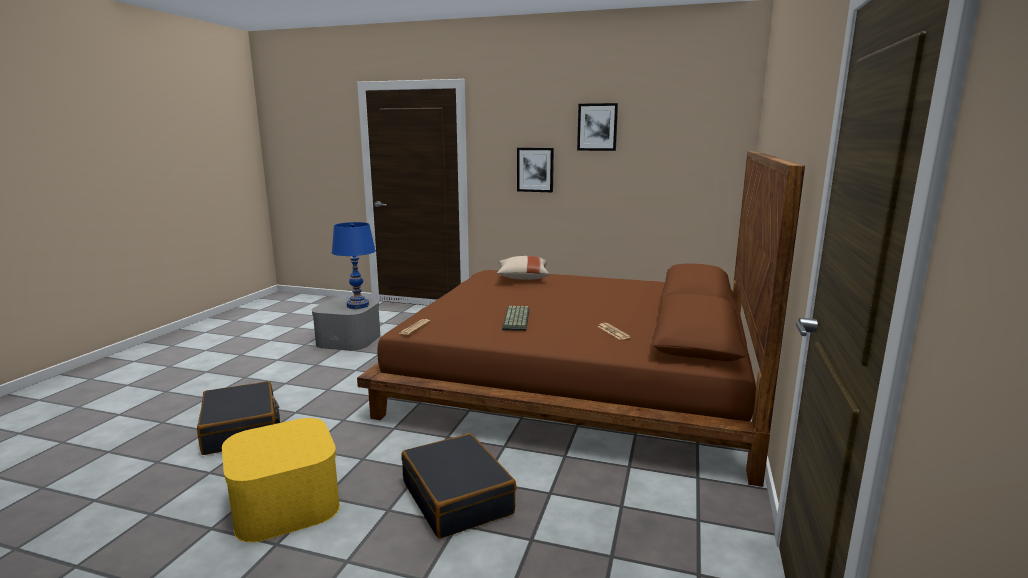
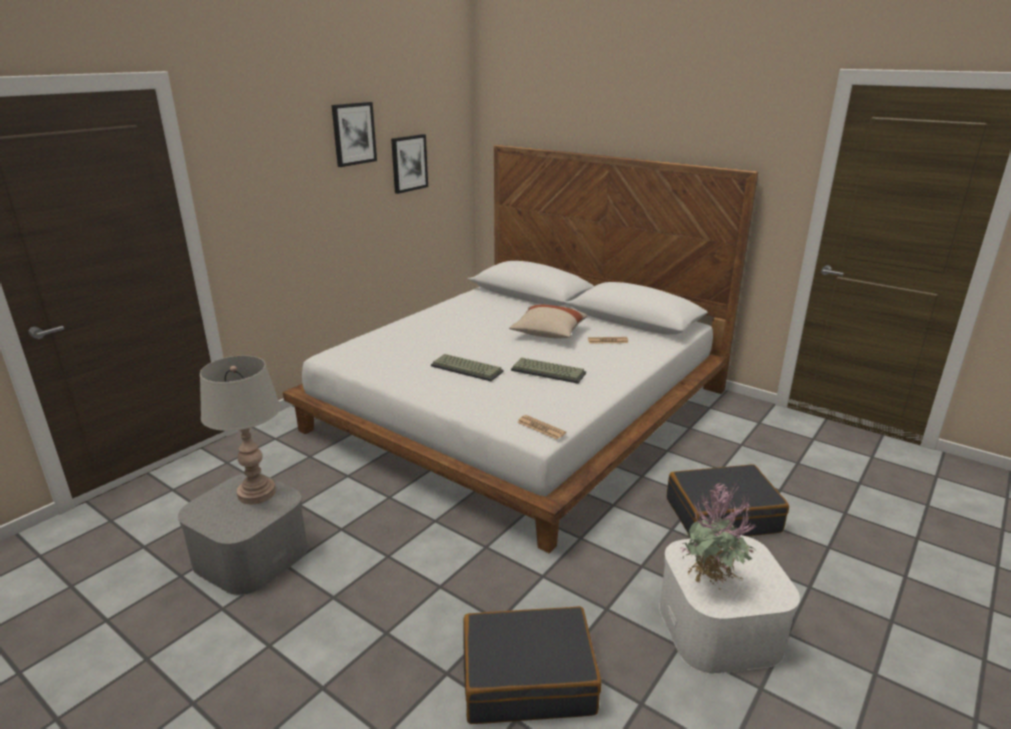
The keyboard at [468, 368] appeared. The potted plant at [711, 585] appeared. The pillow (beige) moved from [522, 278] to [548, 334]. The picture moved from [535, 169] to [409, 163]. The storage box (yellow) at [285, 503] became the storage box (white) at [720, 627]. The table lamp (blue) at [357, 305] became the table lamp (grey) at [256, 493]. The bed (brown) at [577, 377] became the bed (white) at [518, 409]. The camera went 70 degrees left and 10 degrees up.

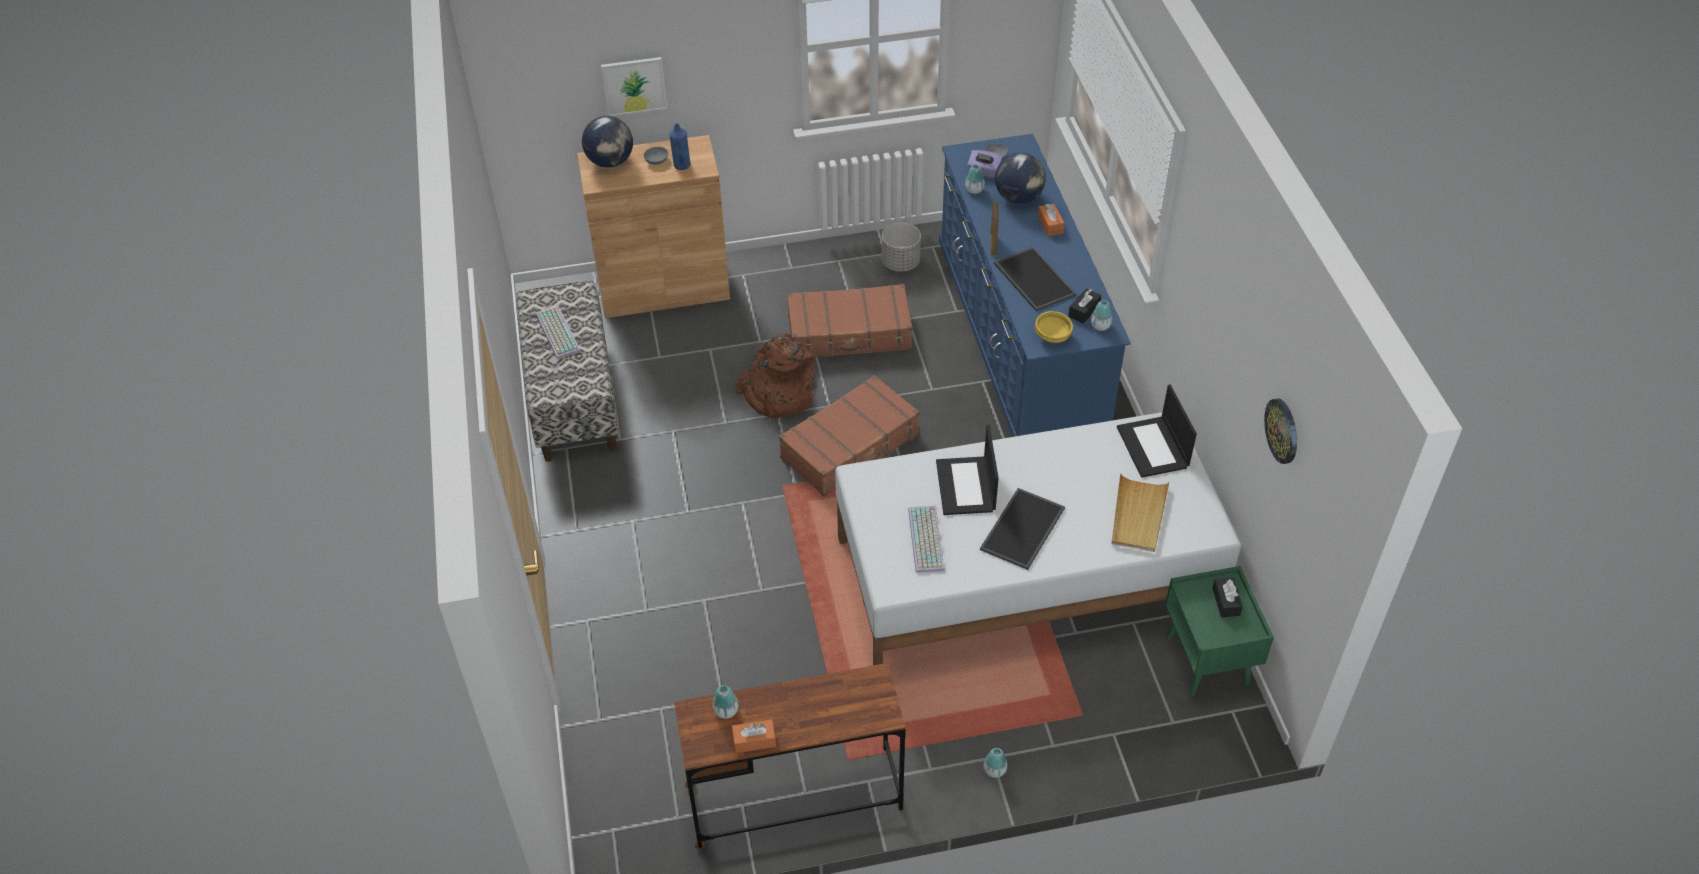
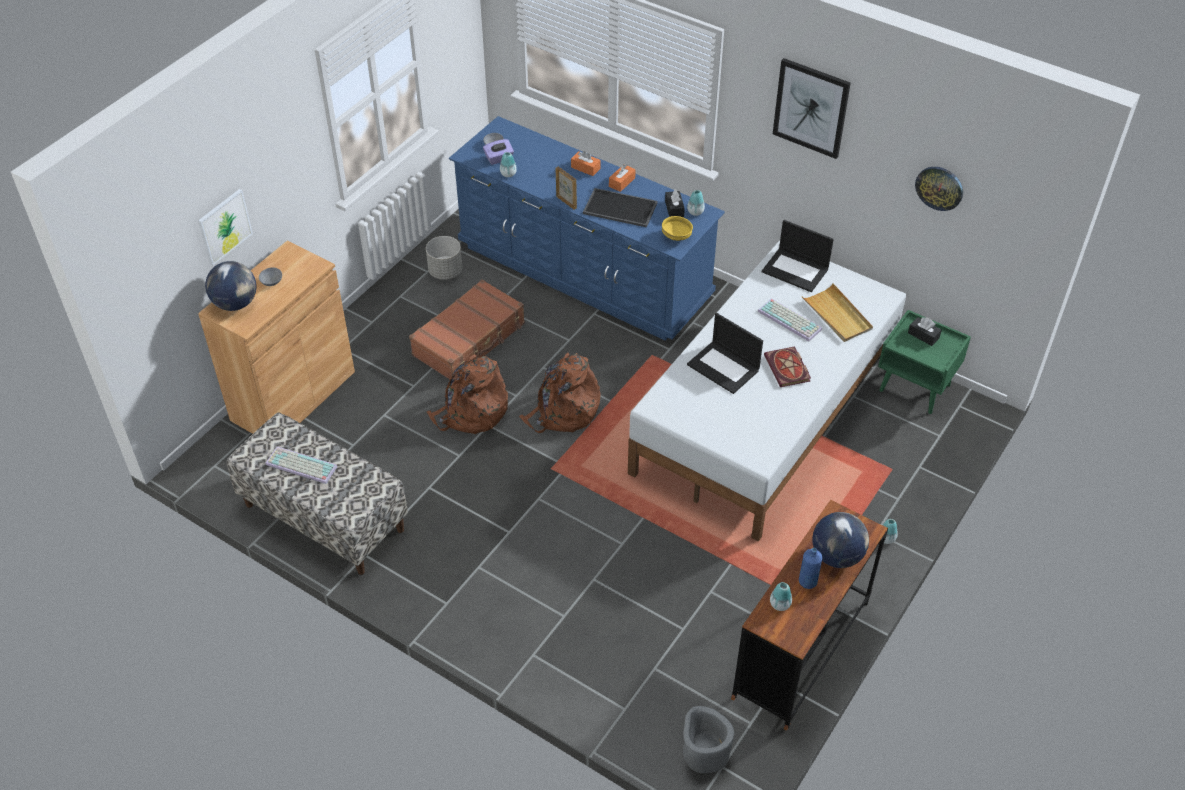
The planter (grey) at [704, 753] appeared. The picture at [811, 108] appeared. The bottle (blue) moved from [681, 165] to [807, 582]. The tissue box (orange) moved from [754, 741] to [622, 182]. The keyboard moved from [927, 540] to [791, 320]. The globe moved from [1019, 198] to [837, 556]. The suitcase (brown) at [851, 446] was replaced by the backpack (brown) at [563, 411]. The tray at [1023, 530] was replaced by the book at [788, 369]. The camera went 45 degrees left and 0 degrees up.

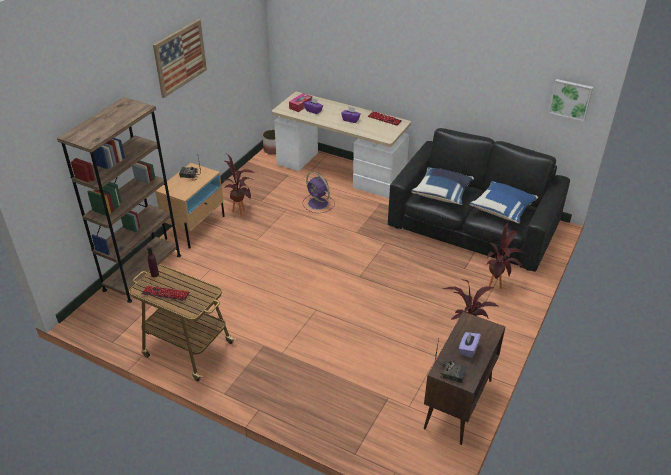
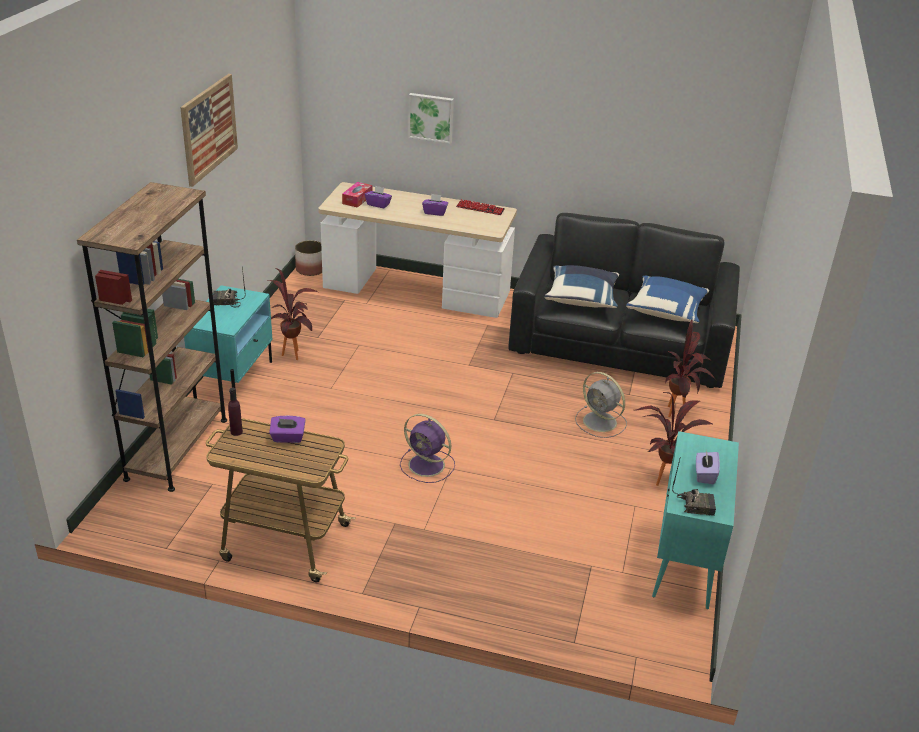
The keyboard at [165, 294] disappeared. The tissue box (purple) at [288, 438] appeared. The fan (grey) at [601, 422] appeared. The fan (purple) moved from [318, 204] to [428, 465]. The picture moved from [570, 99] to [431, 117]. The nightstand (beige) at [195, 227] became the nightstand (turquoise) at [234, 380]. The cabinet (brown) at [458, 405] became the cabinet (turquoise) at [685, 561]. The camera went 15 degrees left and 5 degrees down.

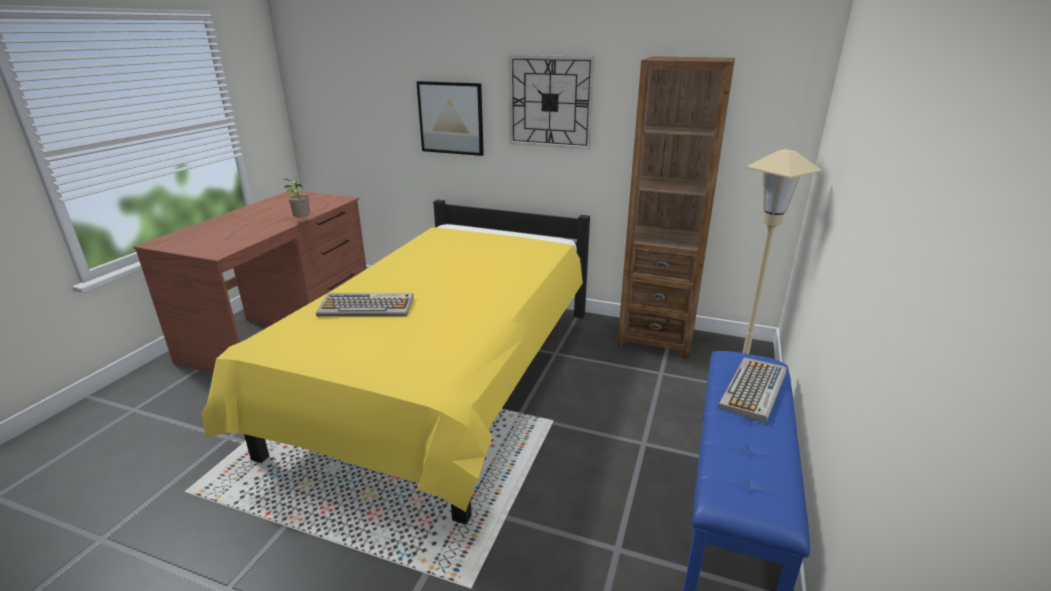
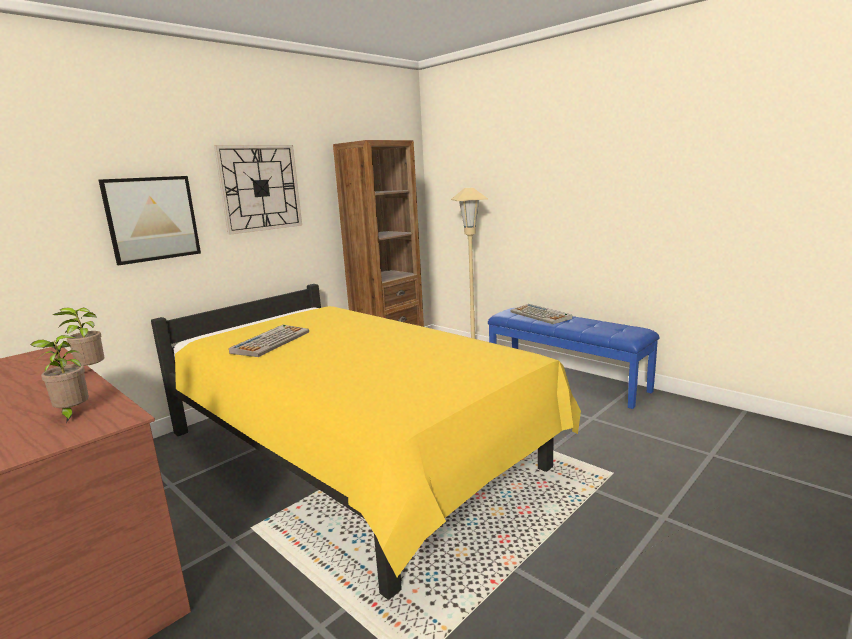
The potted plant at [72, 415] appeared. The keyboard moved from [367, 307] to [271, 342]. The camera went 65 degrees left and 10 degrees down.

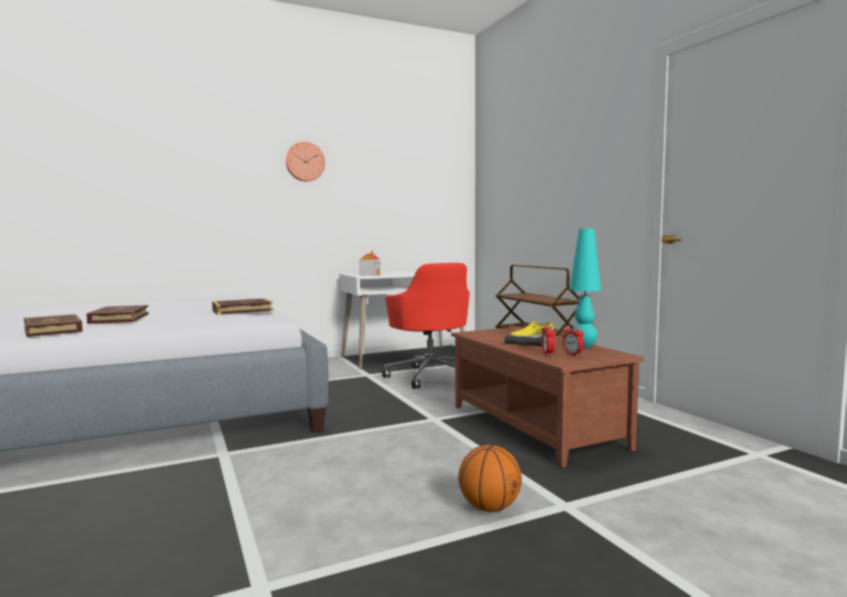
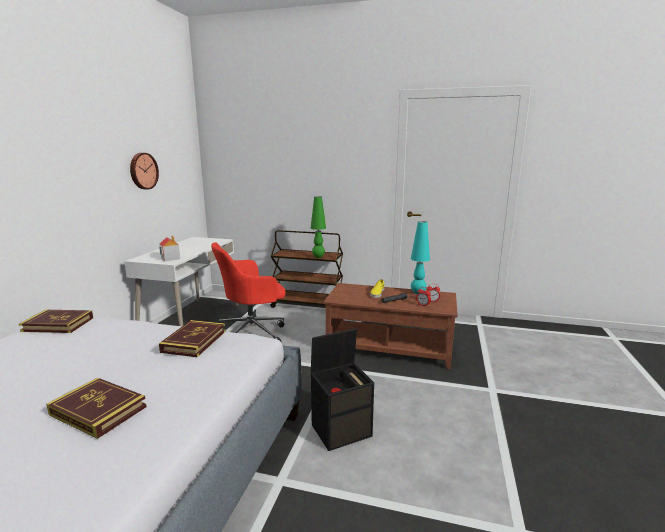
The basketball at [489, 508] disappeared. The table lamp (green) at [318, 257] appeared. The storage box (black) at [342, 429] appeared. The book moved from [53, 330] to [58, 324]. The wall clock moved from [304, 162] to [143, 171]. The office chair (red) at [430, 376] turned 135 degrees clockwise. The camera went 50 degrees left and 10 degrees up.

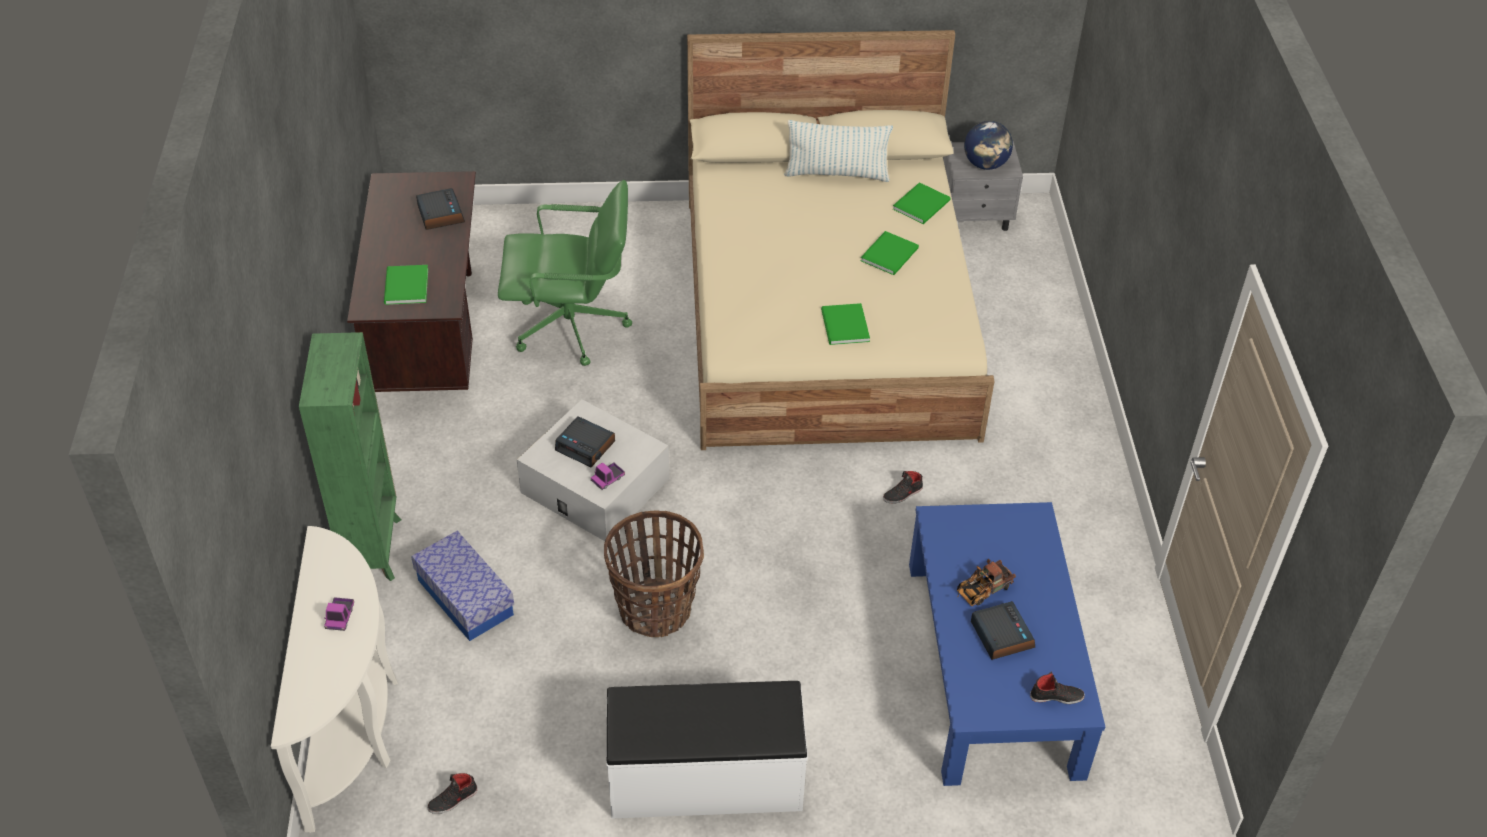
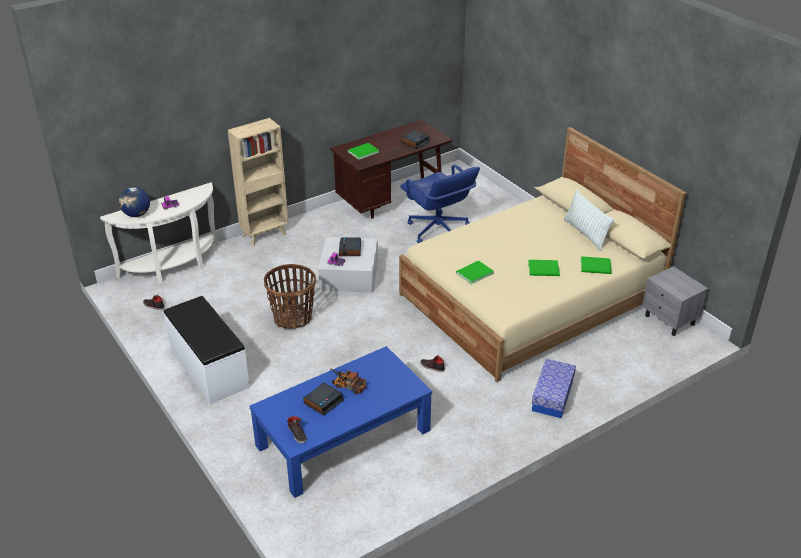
The storage box moved from [465, 597] to [552, 396]. The globe moved from [985, 164] to [137, 214]. The bookcase (green) at [373, 547] became the bookcase (beige) at [265, 235]. The office chair (green) at [572, 327] became the office chair (blue) at [438, 231]. The camera went 60 degrees right and 10 degrees down.

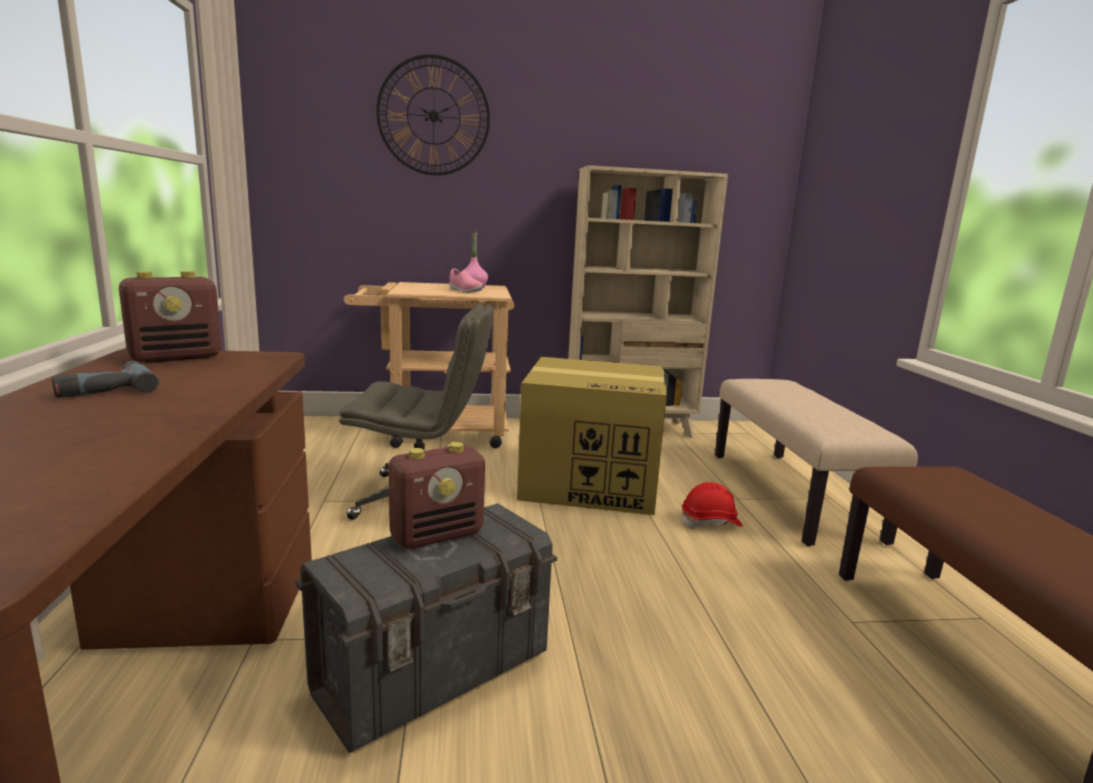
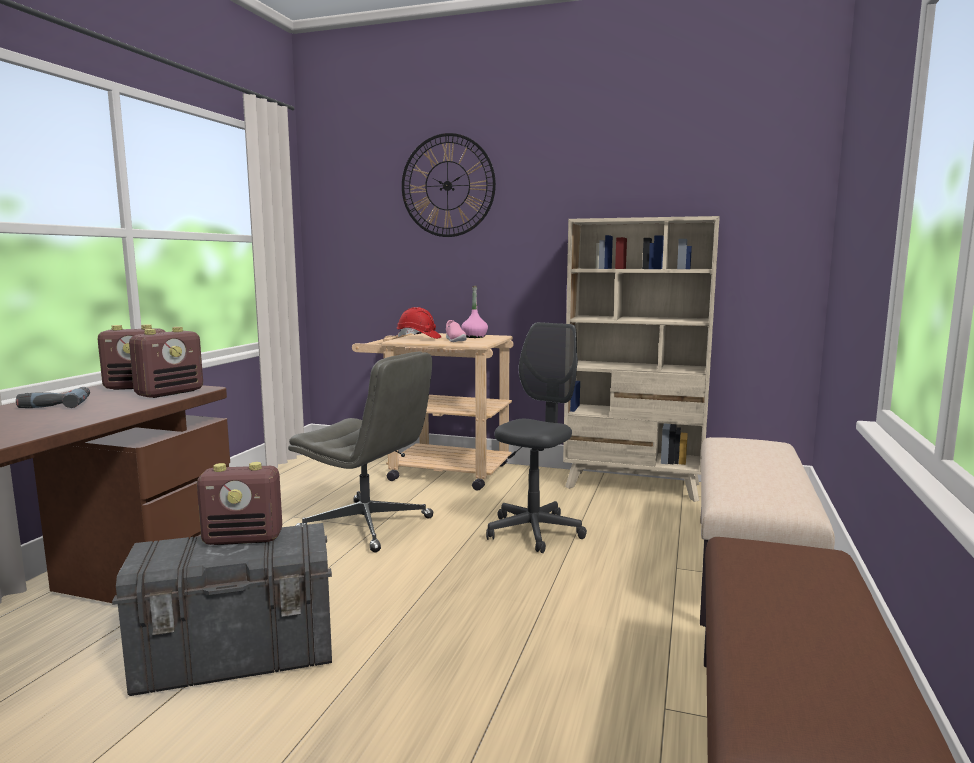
The radio at [170, 393] appeared. The hard hat (red) moved from [711, 522] to [418, 337]. The cardboard box at [591, 483] was replaced by the office chair (grey) at [534, 532]. The camera went 25 degrees right and 5 degrees down.

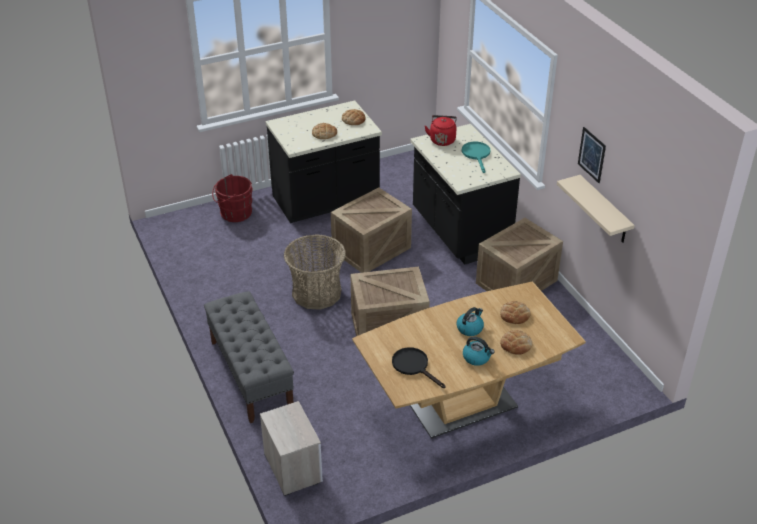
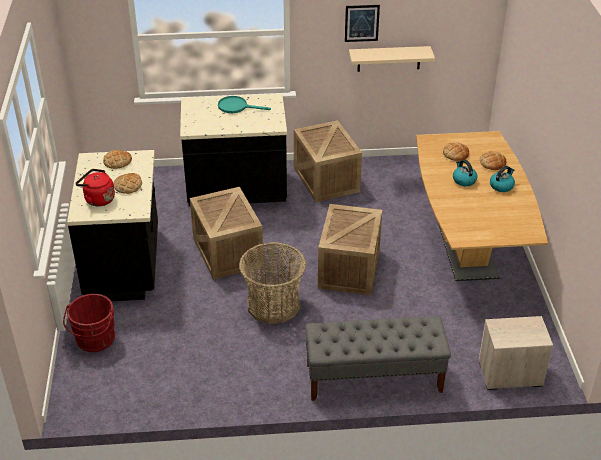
The frying pan (black) at [414, 366] disappeared. The kettle (red) moved from [442, 139] to [98, 199]. The camera went 70 degrees left and 0 degrees up.

